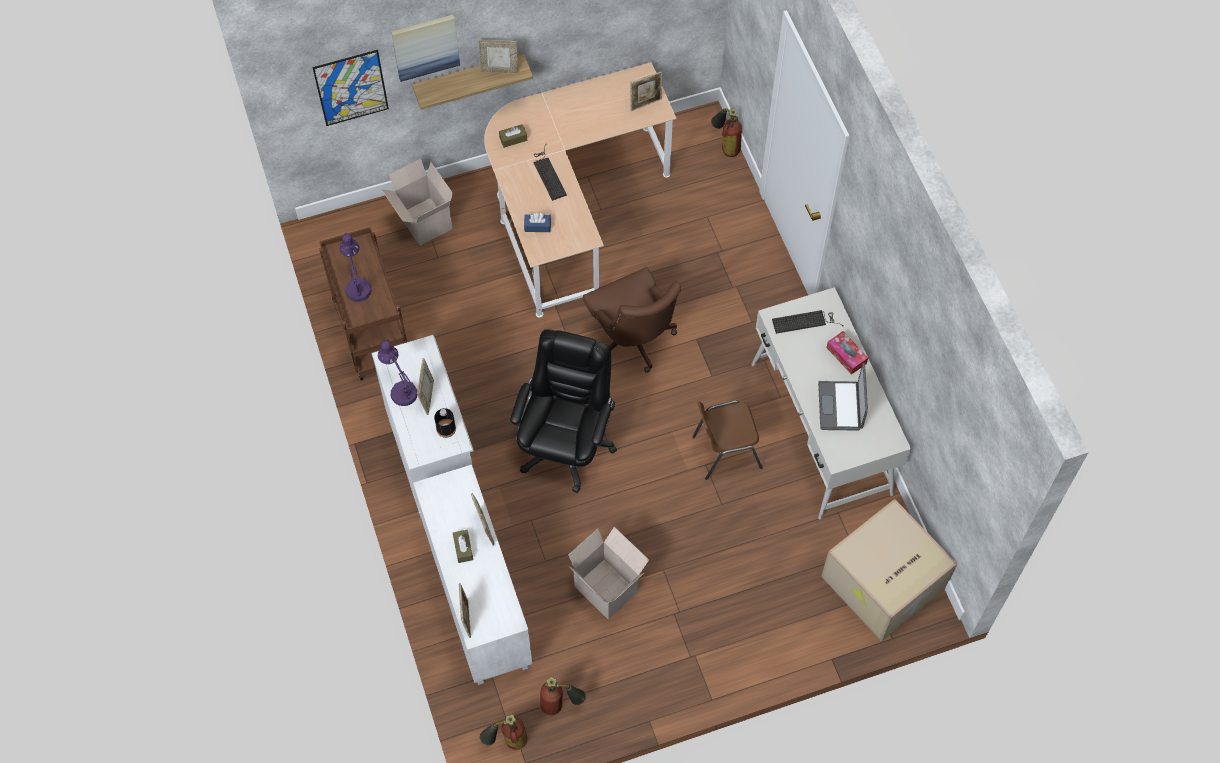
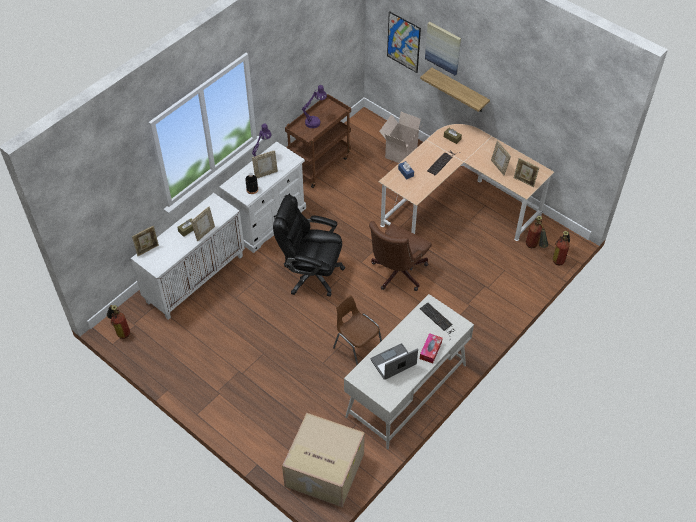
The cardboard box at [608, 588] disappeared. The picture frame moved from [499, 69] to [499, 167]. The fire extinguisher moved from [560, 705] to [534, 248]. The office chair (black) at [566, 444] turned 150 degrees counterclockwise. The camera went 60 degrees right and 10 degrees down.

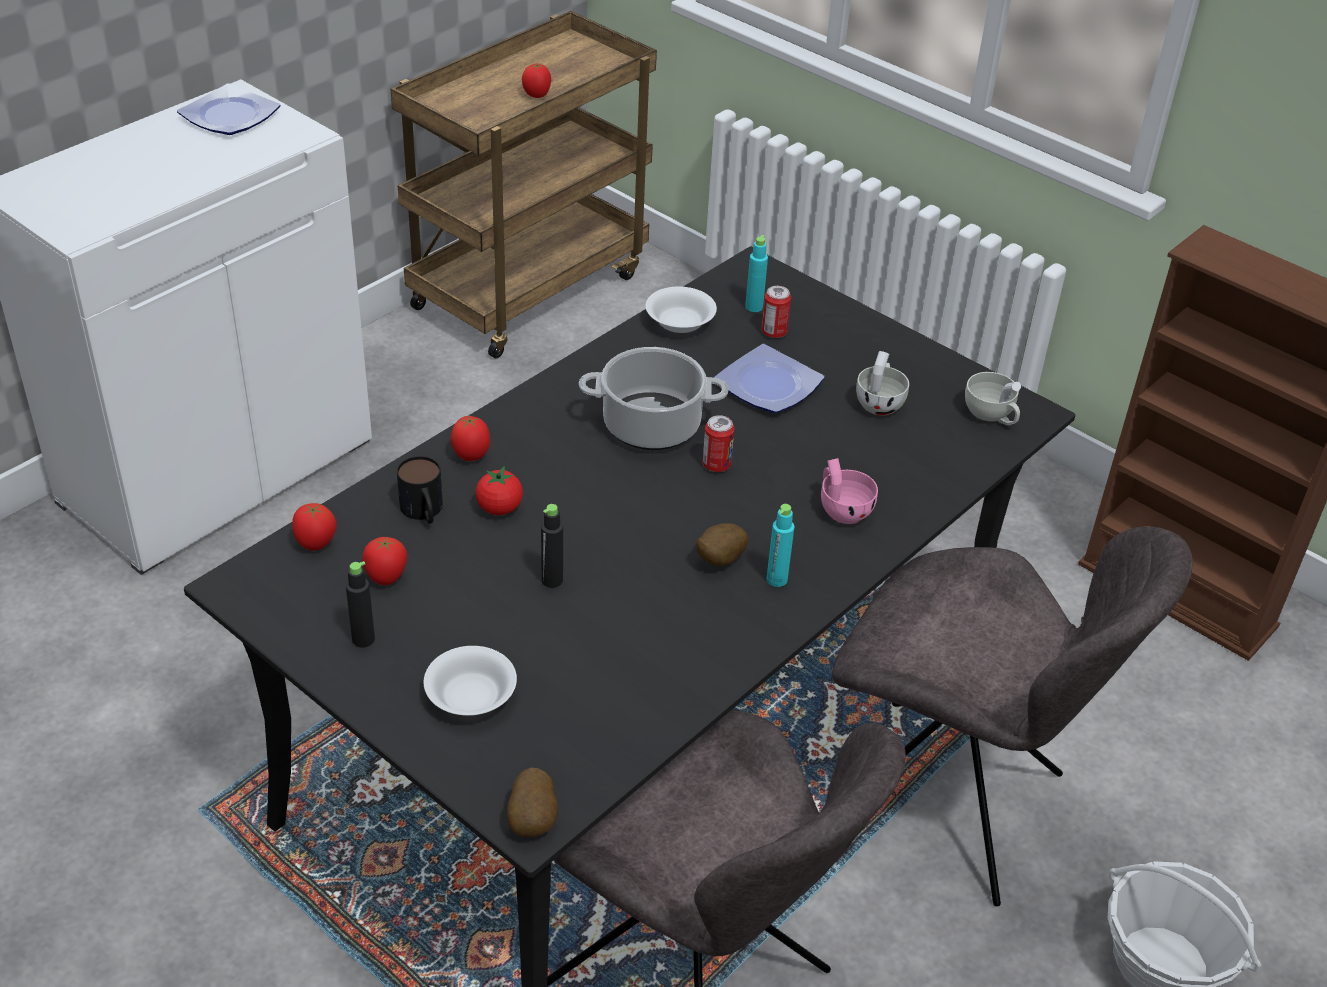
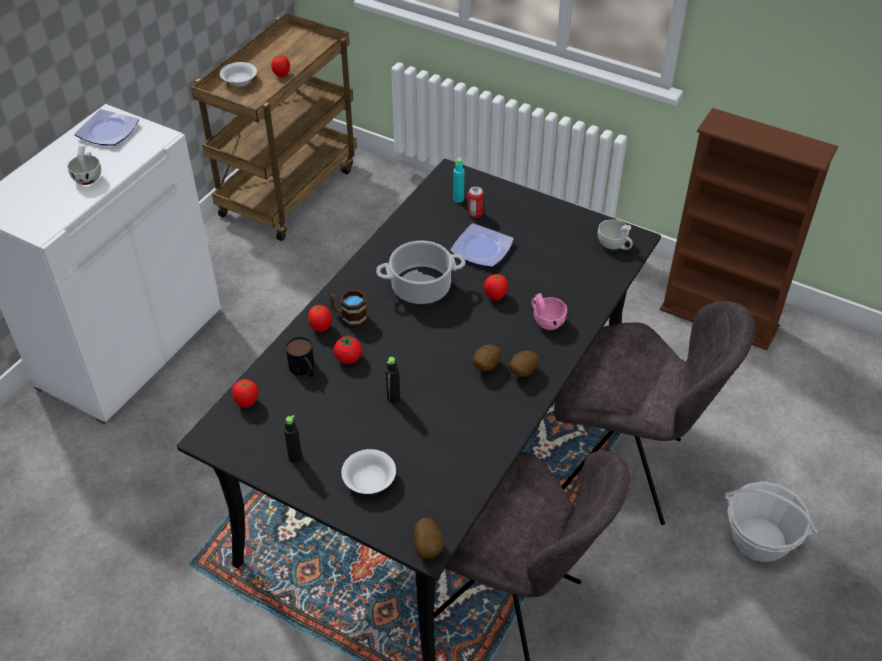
The can at [716, 465] disappeared. The mug (brown) at [349, 317] appeared. The tomato moved from [386, 578] to [495, 297]. The bowl (white) moved from [679, 323] to [239, 81]. The cup (white) moved from [880, 402] to [88, 177]. The bottle (turquoise) at [777, 579] was replaced by the potato at [521, 372]. The camera went 10 degrees left and 5 degrees up.

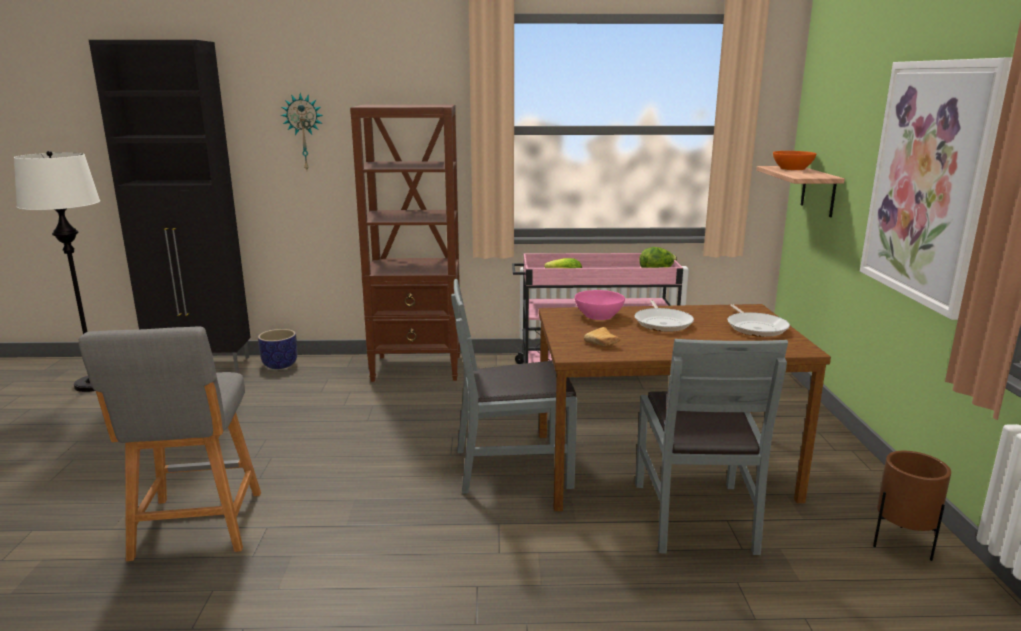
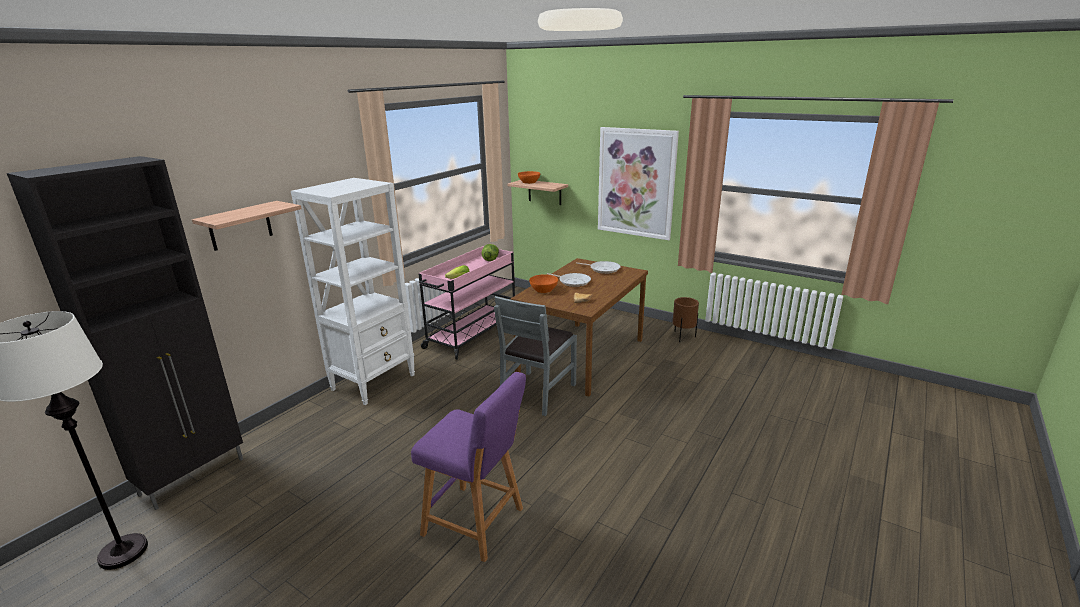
The planter at [280, 365] disappeared. The chair (grey) at [695, 516] disappeared. The wall clock at [304, 132] was replaced by the shelf at [240, 226]. The stool (grey) at [196, 529] became the stool (purple) at [477, 523]. The bookcase (brown) at [418, 368] became the bookcase (white) at [374, 382]. The bowl (pink) at [599, 315] became the bowl (orange) at [543, 290]. The camera went 55 degrees left and 5 degrees up.

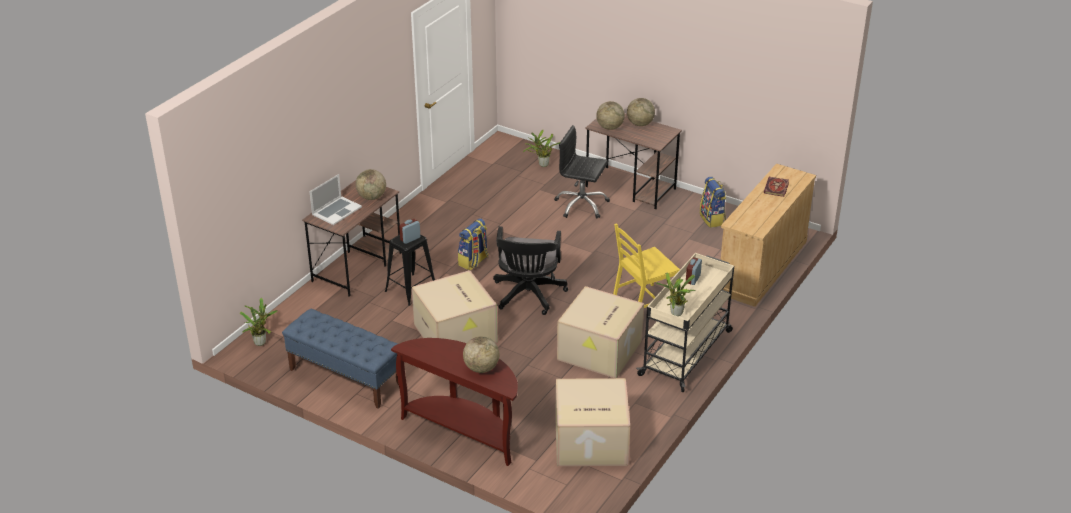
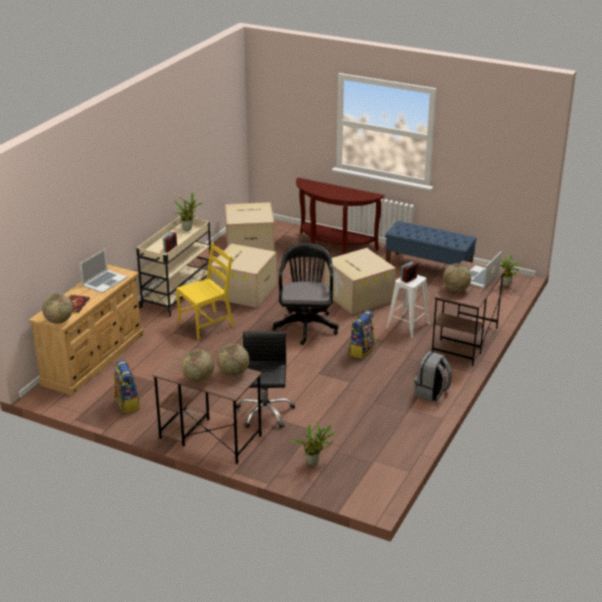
The laptop at [104, 281] appeared. The backpack (grey) at [431, 393] appeared. The globe moved from [481, 368] to [59, 321]. The stool (black) at [411, 289] became the stool (white) at [407, 325]. The office chair (black) at [581, 205] turned 105 degrees counterclockwise. The camera went 175 degrees right and 5 degrees down.

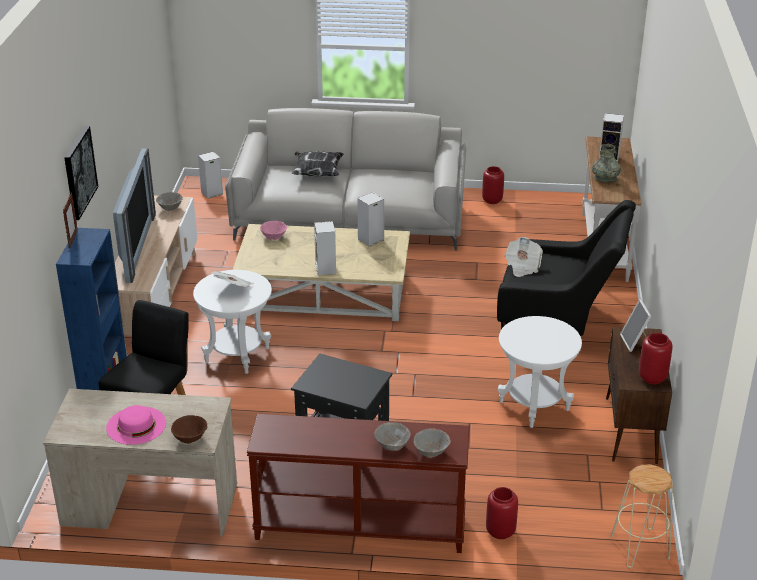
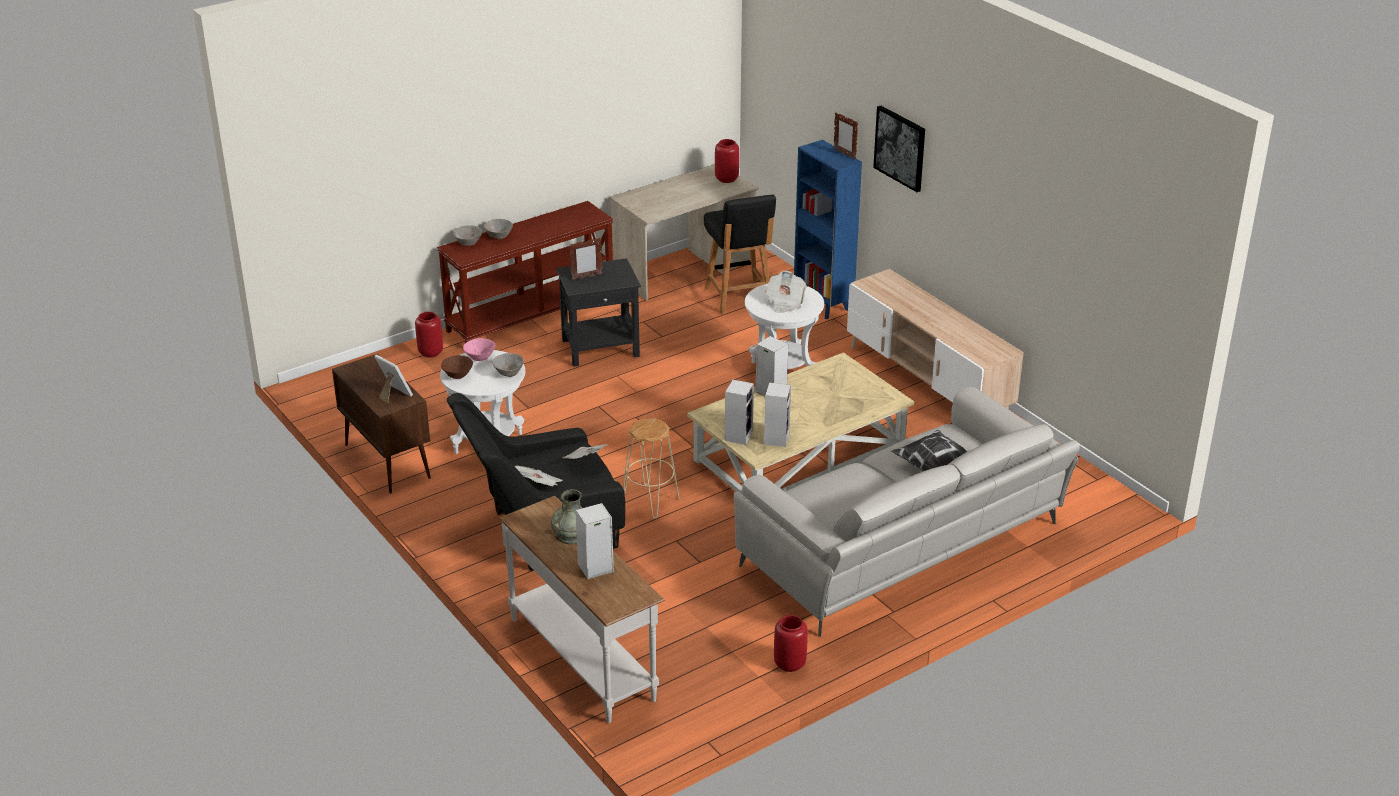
The hat (pink) at [136, 425] disappeared. The television at [136, 246] disappeared. The newspaper at [539, 486] appeared. The picture frame at [586, 277] appeared. The bowl (grey) moved from [170, 208] to [509, 373]. The bowl (brown) moved from [190, 438] to [457, 375]. The speaker moved from [211, 193] to [738, 435]. The bowl (pink) moved from [274, 237] to [479, 358]. The stool (beige) moved from [639, 548] to [650, 501]. The vase (red) moved from [653, 378] to [726, 179]. The camera went 140 degrees right and 0 degrees up.

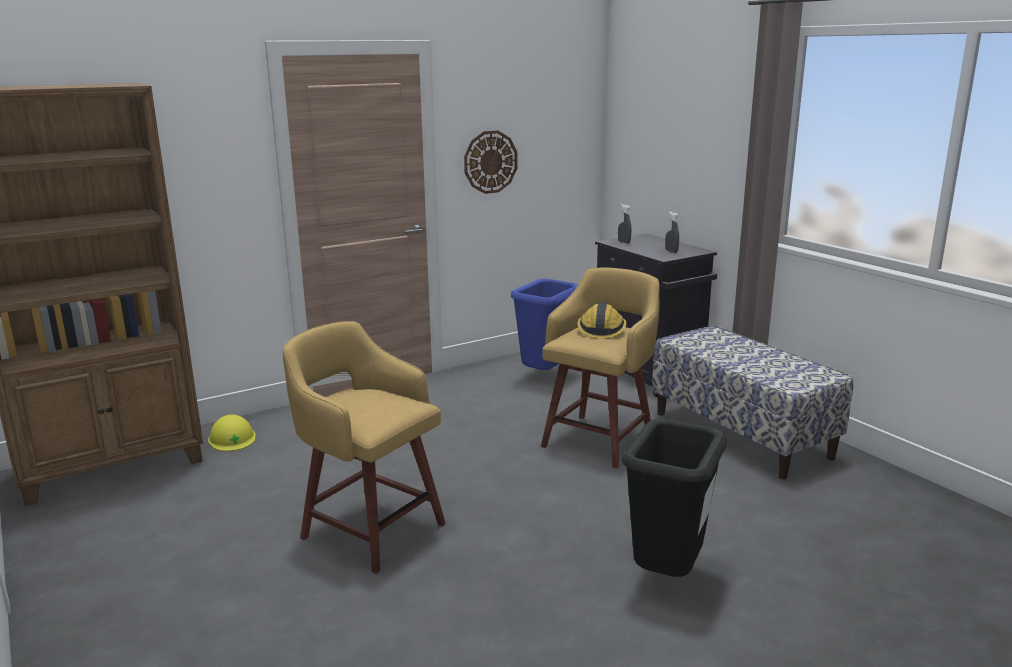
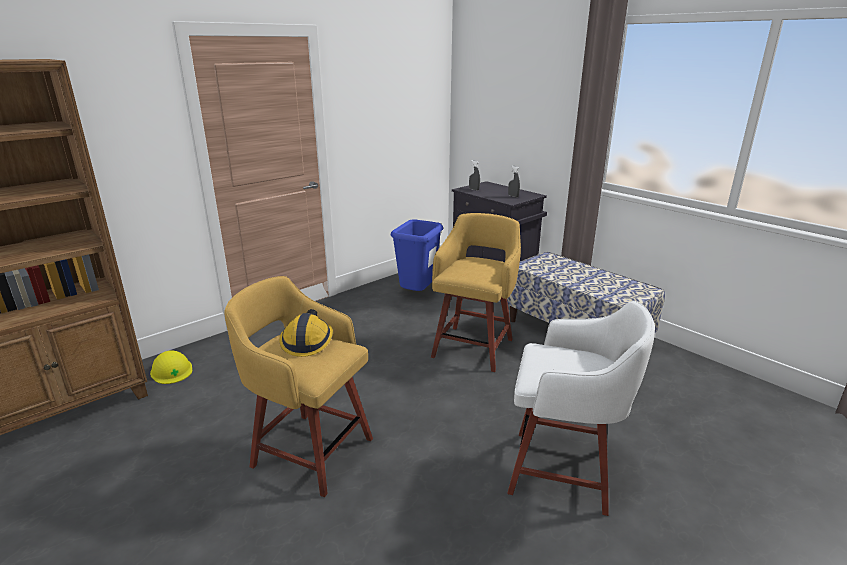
The wall clock at [490, 162] disappeared. The hard hat moved from [601, 329] to [307, 341]. The trash can (black) at [666, 578] was replaced by the stool (white) at [564, 472]. The camera went 10 degrees left and 5 degrees up.

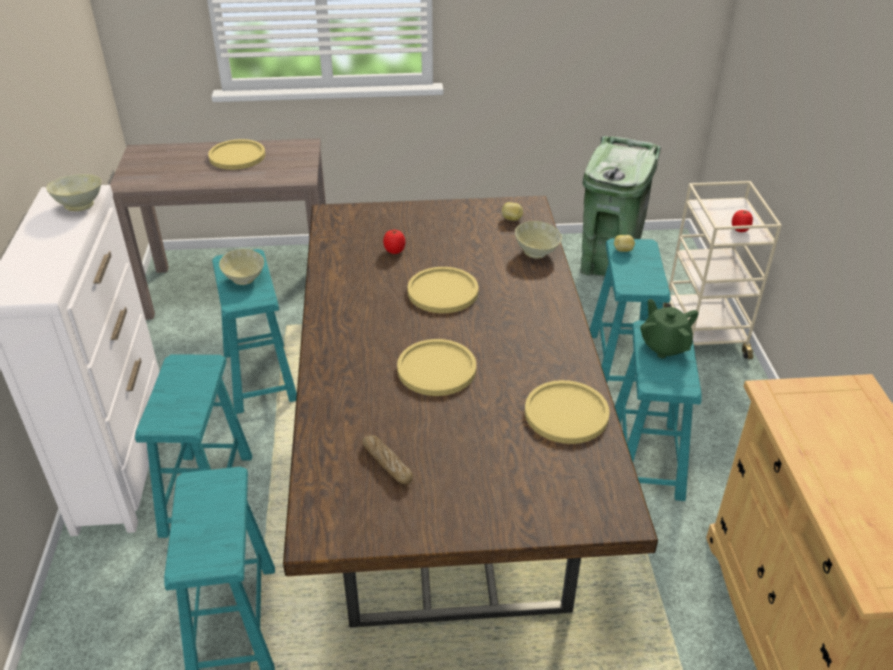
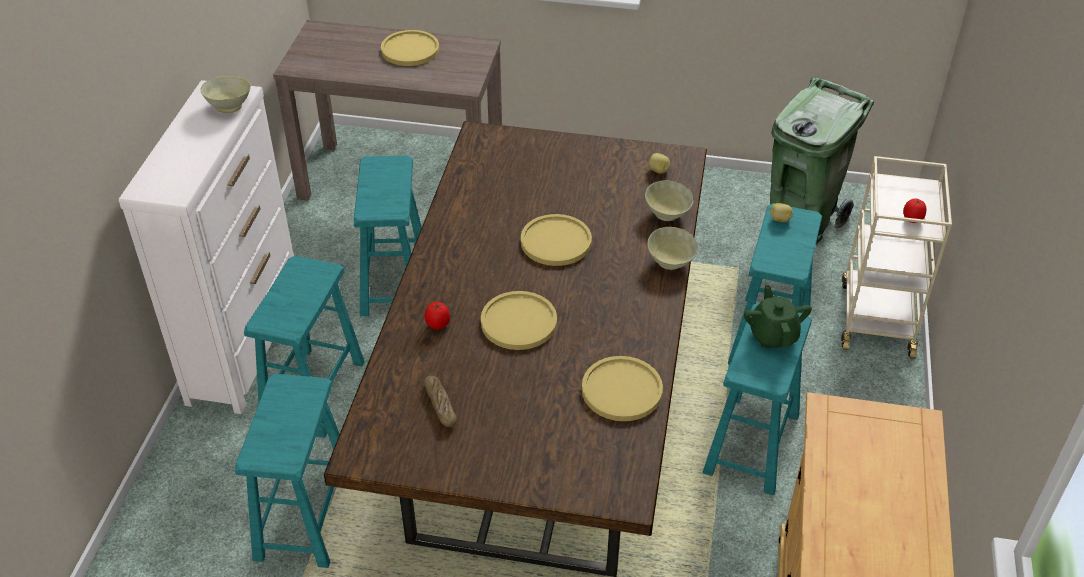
The bowl (beige) moved from [244, 279] to [670, 263]. The tomato moved from [394, 251] to [438, 324]. The camera went 15 degrees right and 5 degrees up.

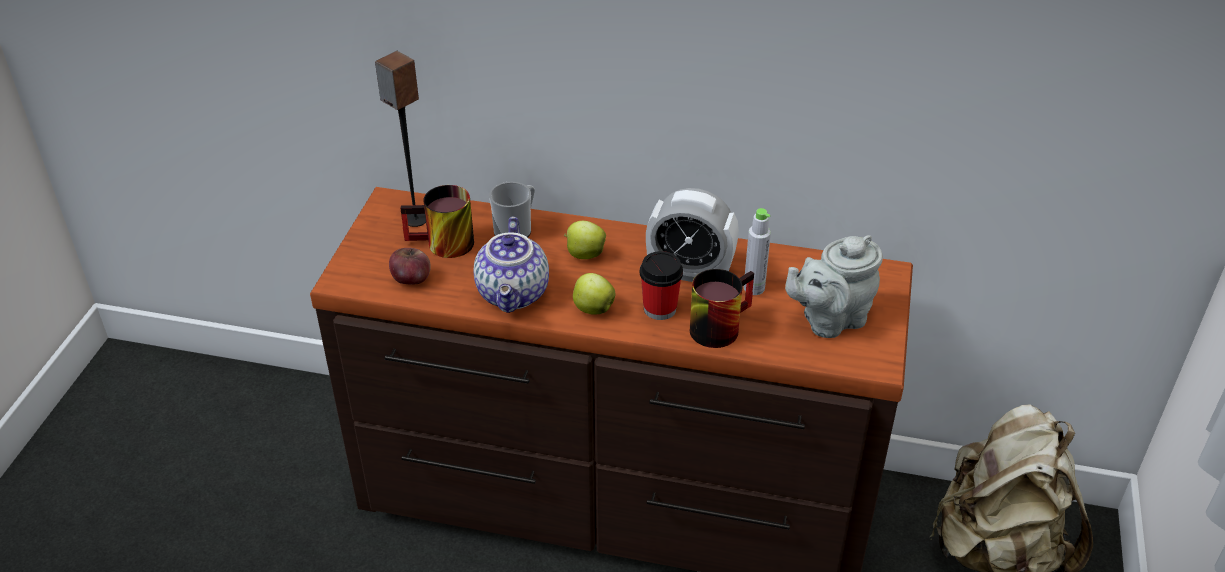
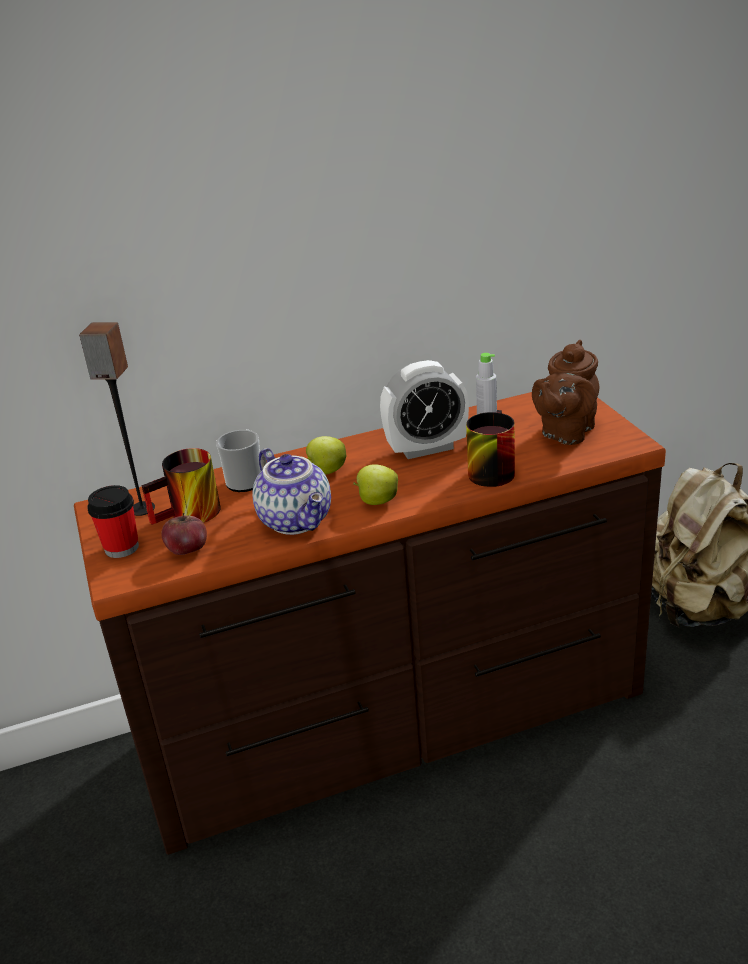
The cup moved from [660, 309] to [121, 548]. The teapot (grey) at [829, 320] became the teapot (brown) at [565, 433]. The camera went 30 degrees left and 10 degrees down.

